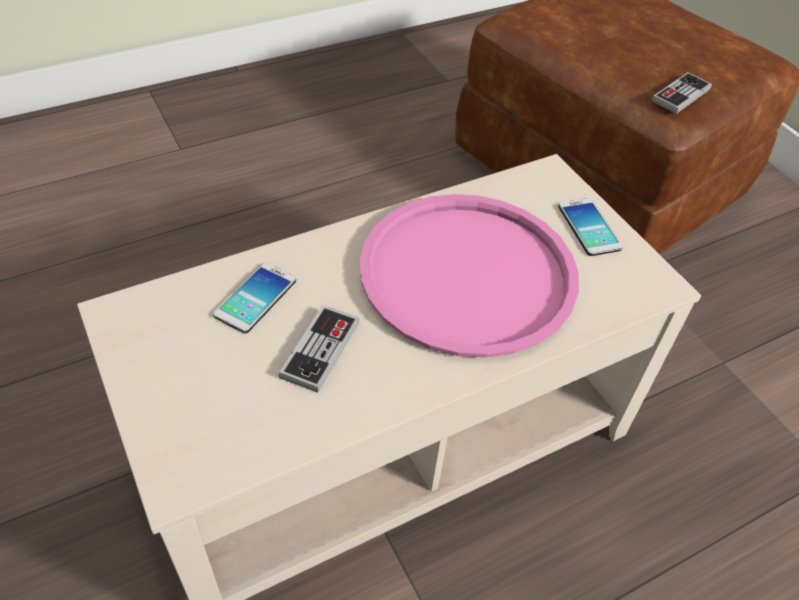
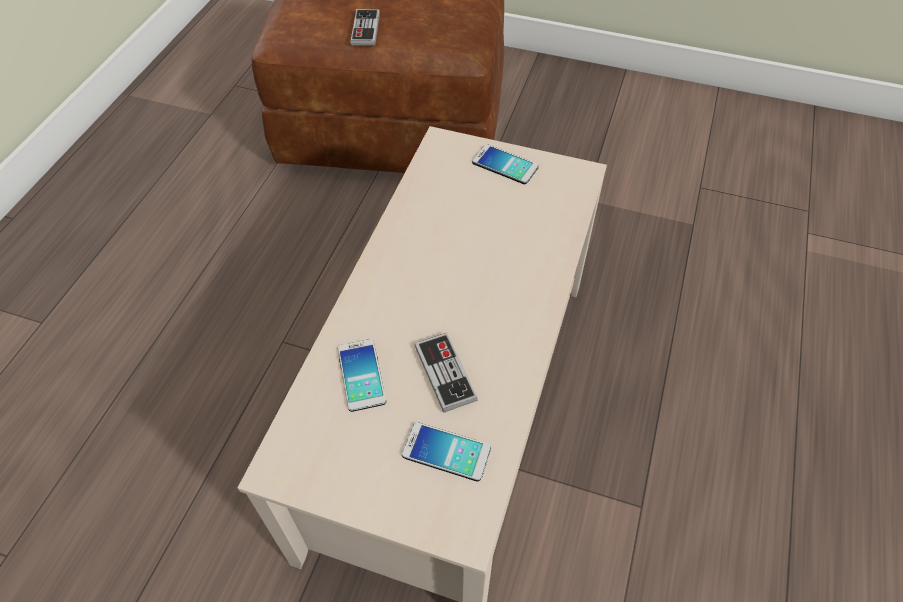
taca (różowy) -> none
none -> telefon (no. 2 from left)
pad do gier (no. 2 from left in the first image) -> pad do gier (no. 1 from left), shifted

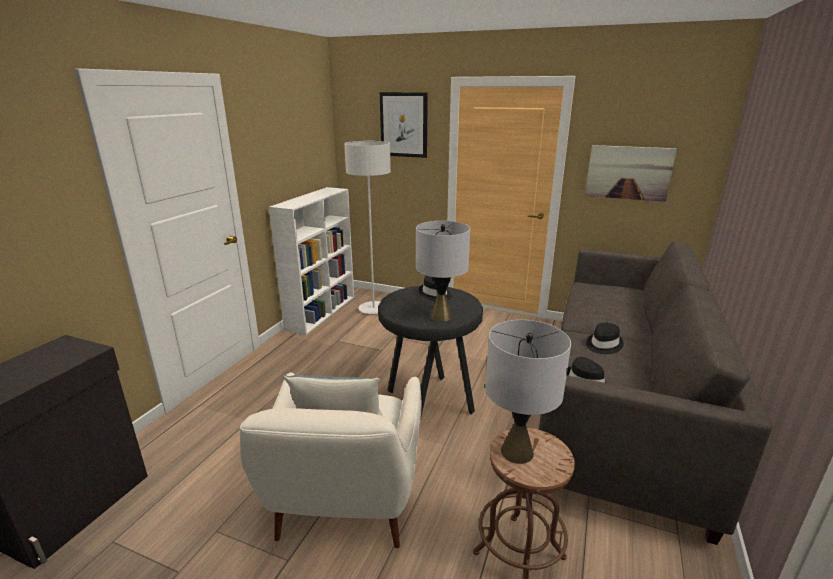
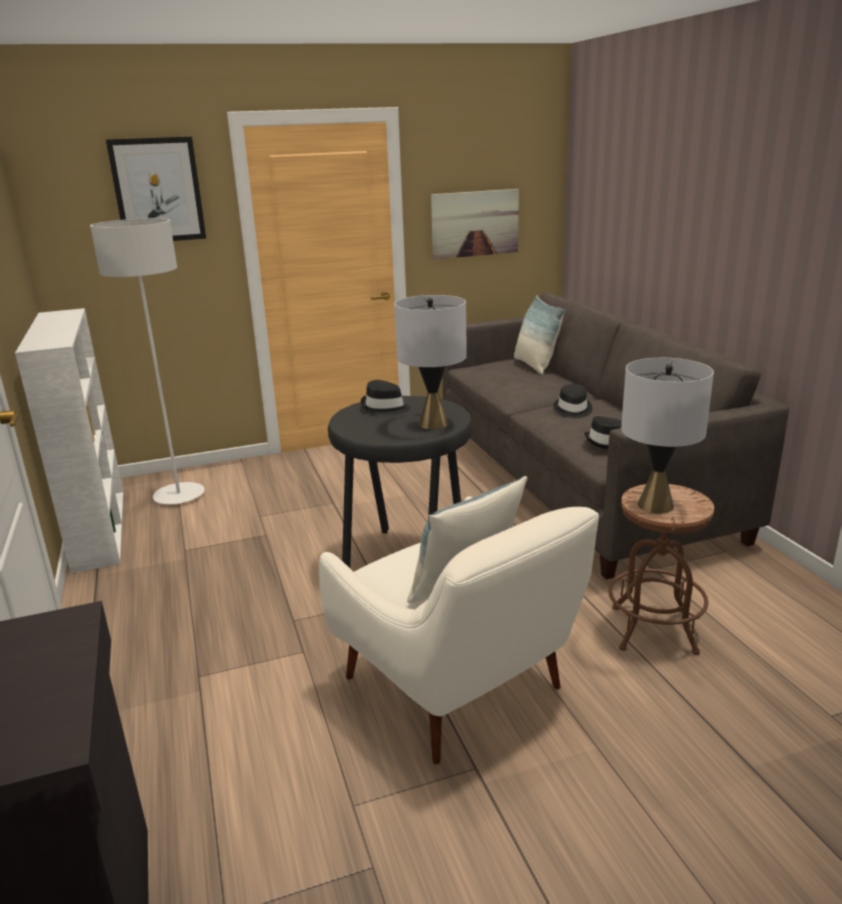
none -> poduszka (no. 2 from left)

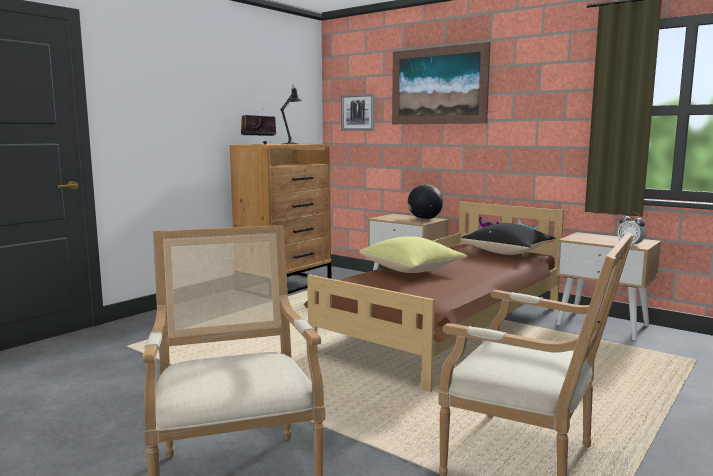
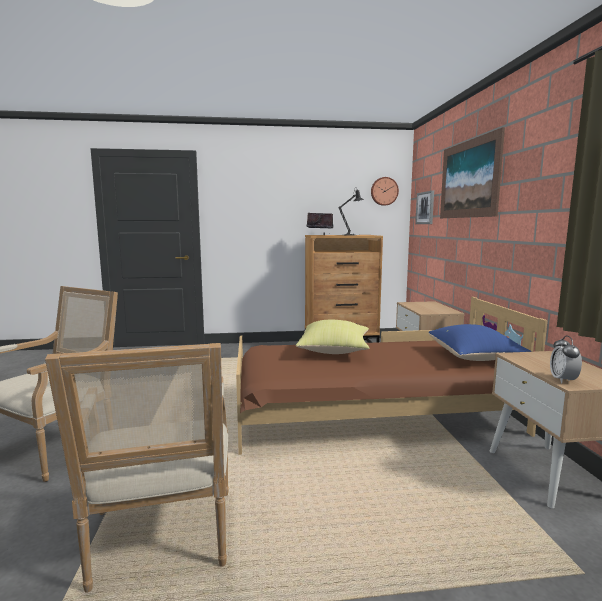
globus -> none
none -> zegar ścienny
poduszka (czarny) -> poduszka (niebieski)

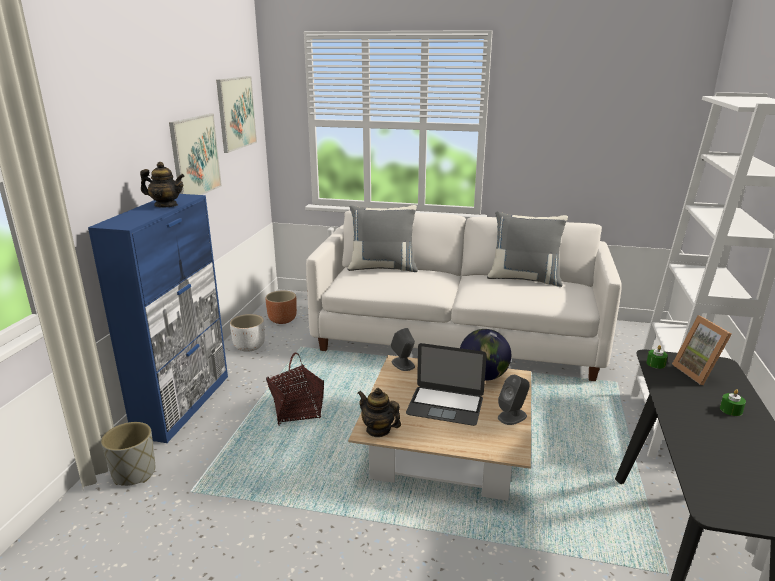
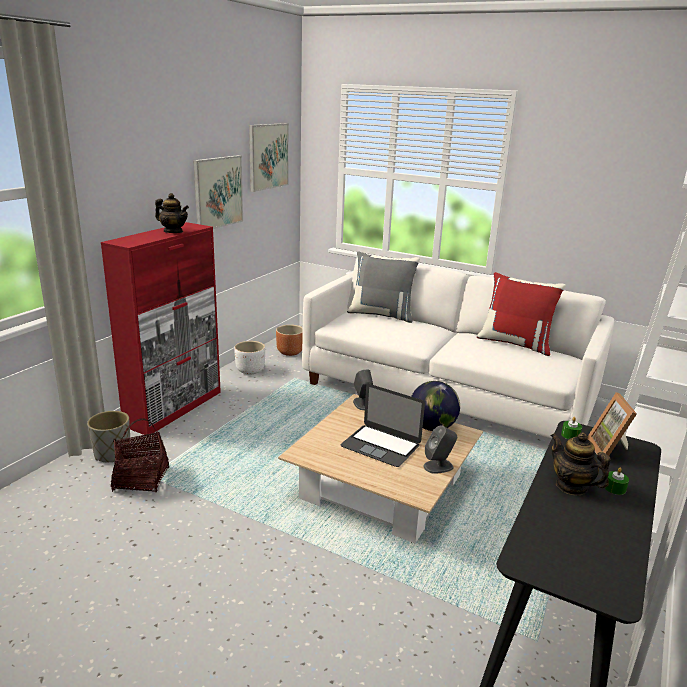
koszyk, shifted
imbryk (no. 2 from left), shifted
szafka (niebieski) -> szafka (czerwony)
poduszka (szary) (no. 2 from left) -> poduszka (czerwony)

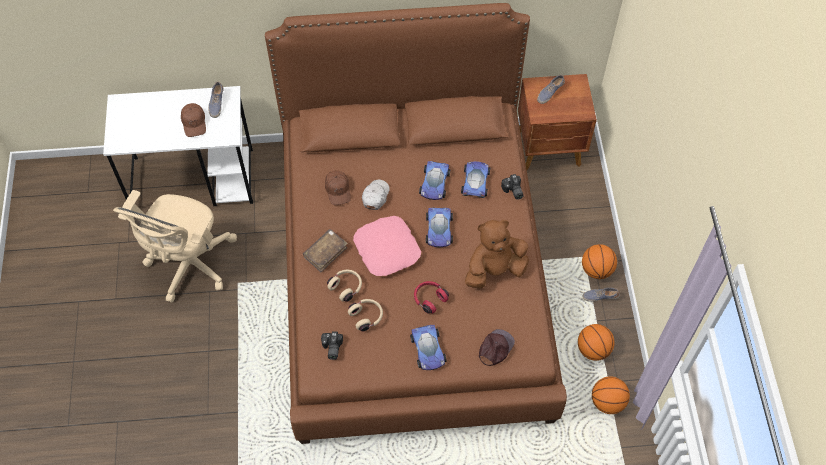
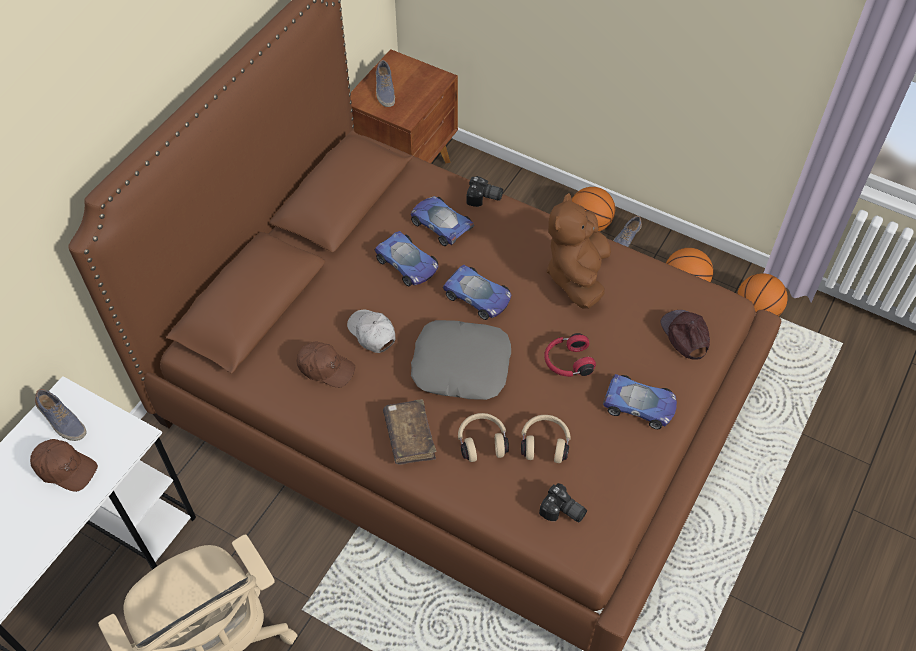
poduszka (różowy) -> poduszka (szary)

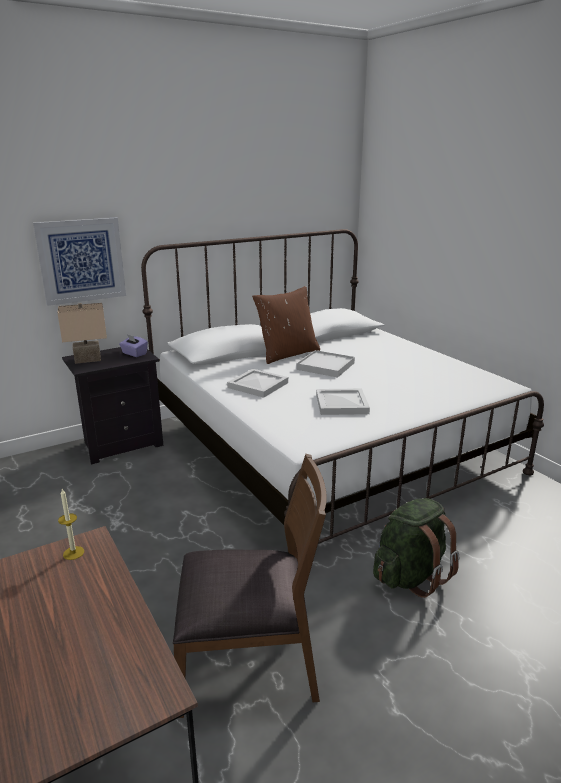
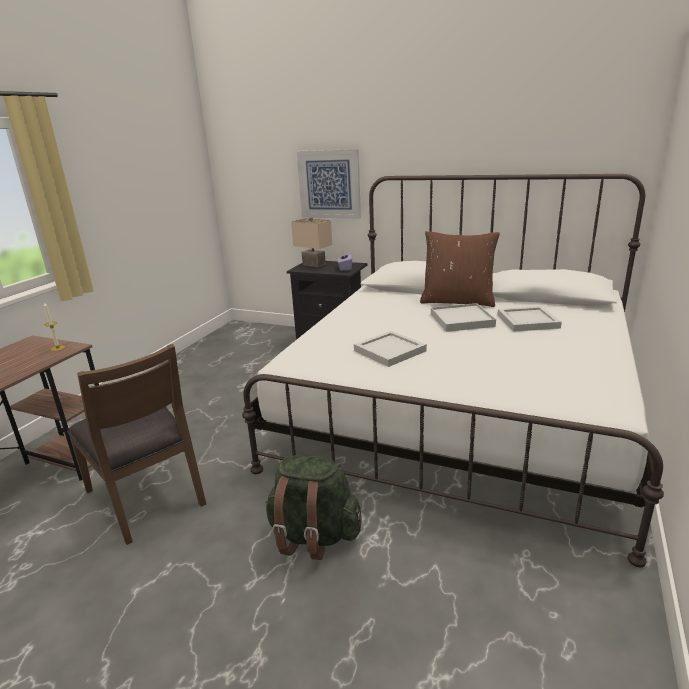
taca (biały) (no. 1 from left in the first image) -> taca (biały) (no. 3 from left), shifted

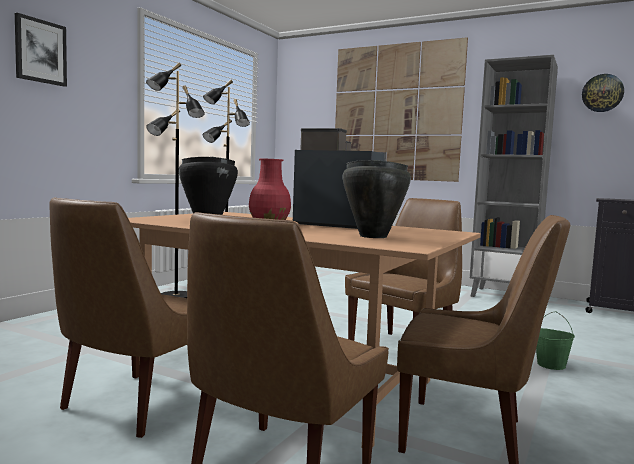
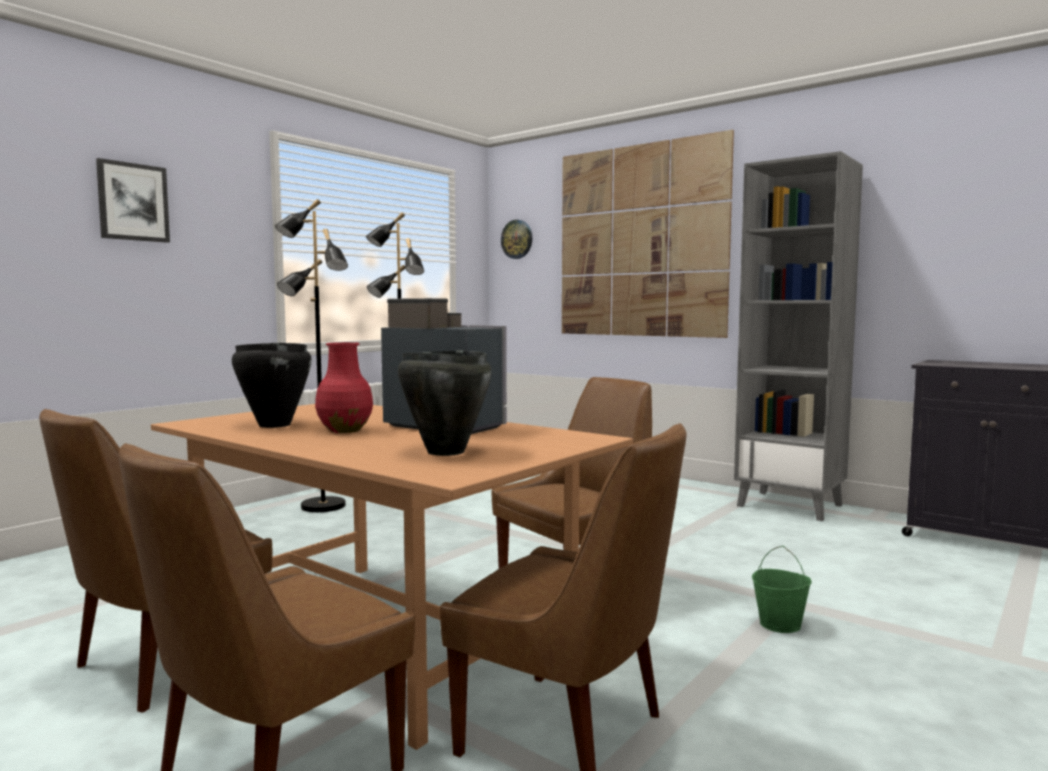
zegar ścienny, shifted

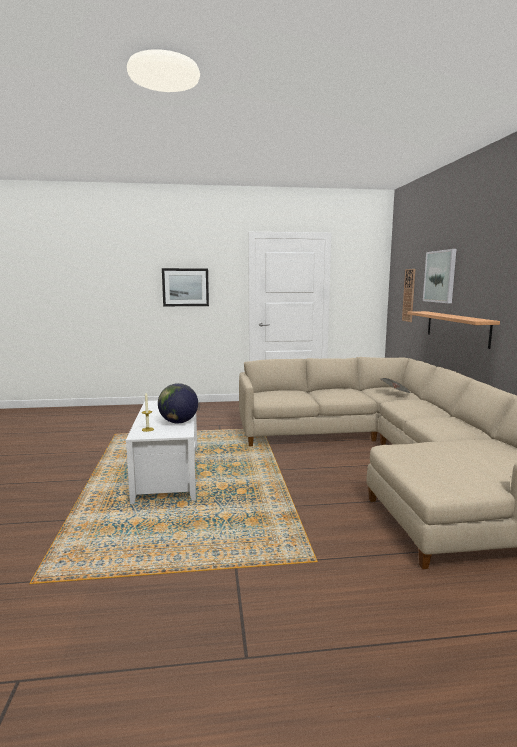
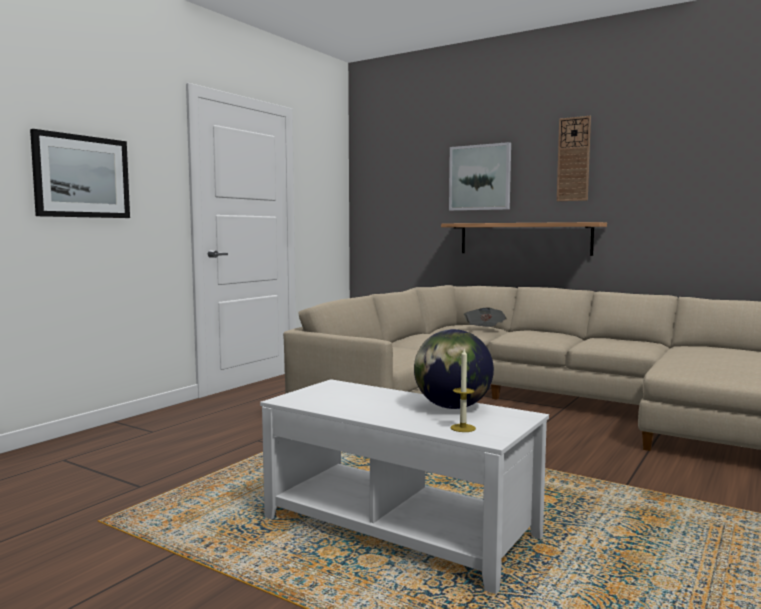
zegar ścienny, shifted

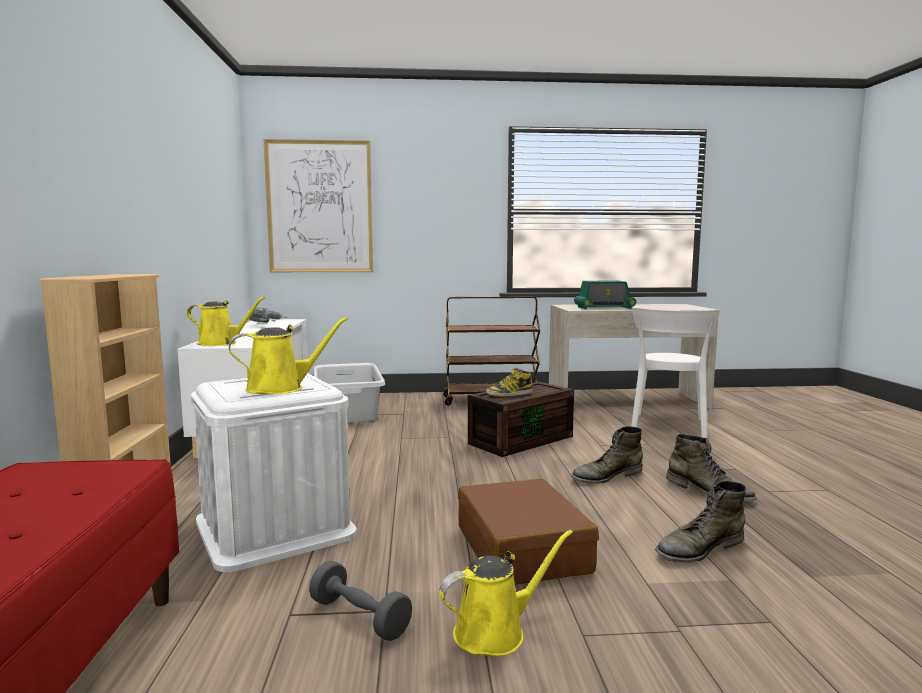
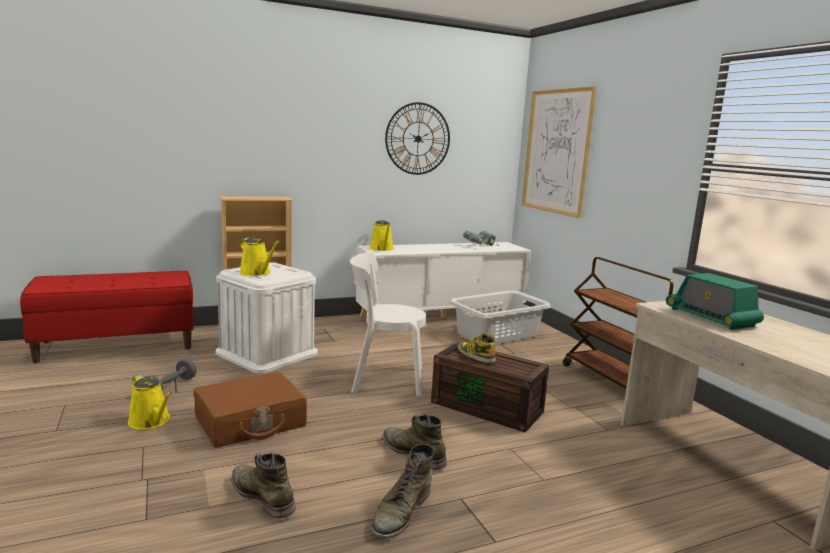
none -> zegar ścienny
krzesło (biały), shifted

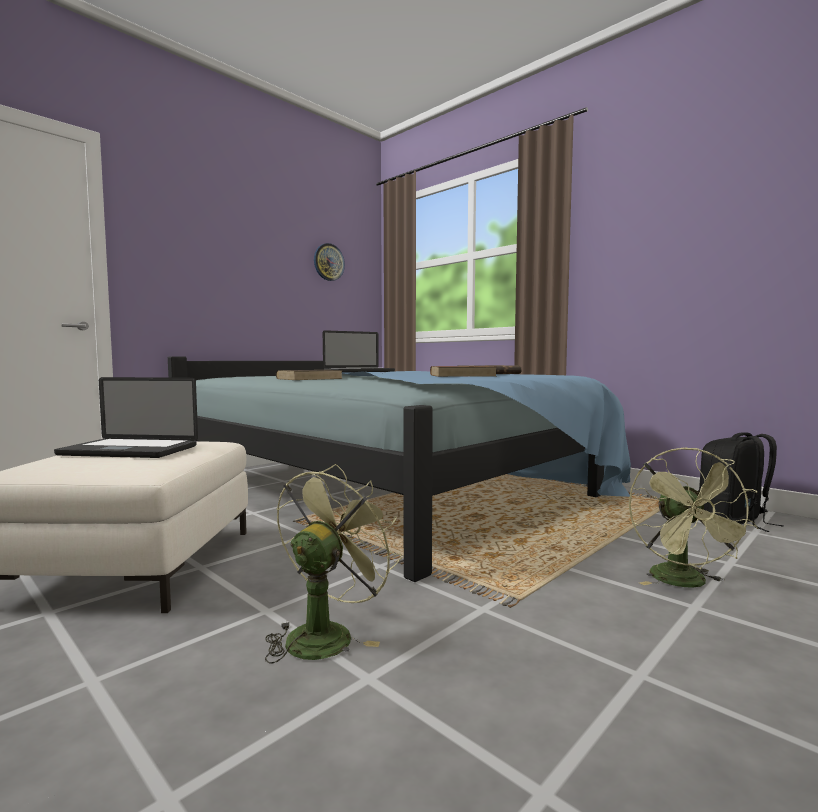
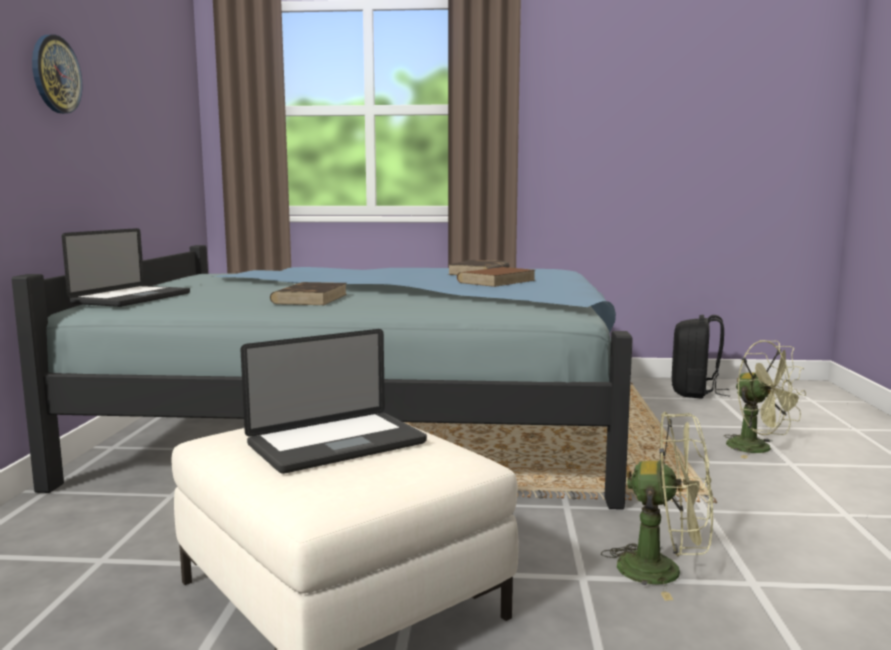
zegar ścienny, shifted
laptop (no. 2 from left in the first image) -> laptop (no. 1 from left), shifted
wentylator (zielony) (no. 1 from left), 120 degrees clockwise

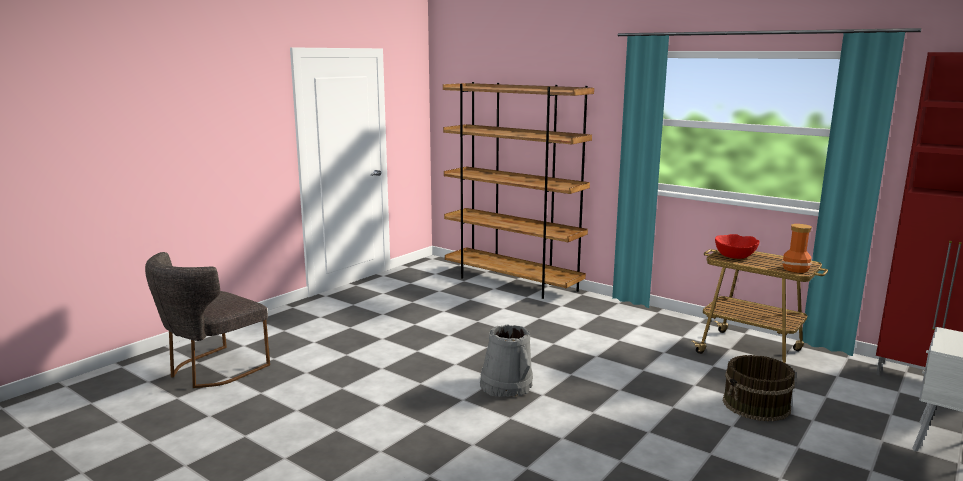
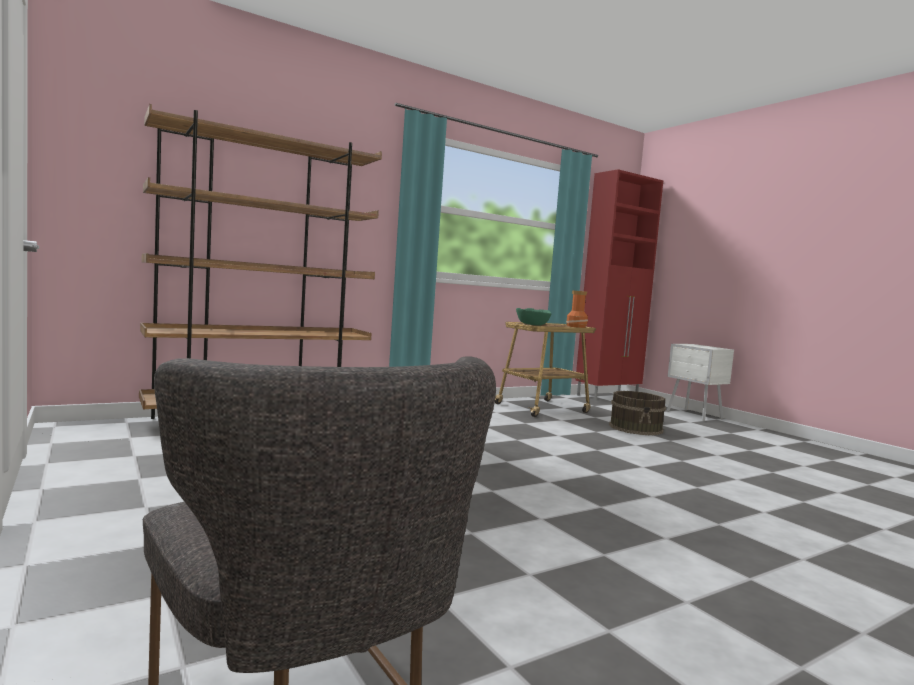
wiadro (szary) -> none
miska (czerwony) -> miska (zielony)

